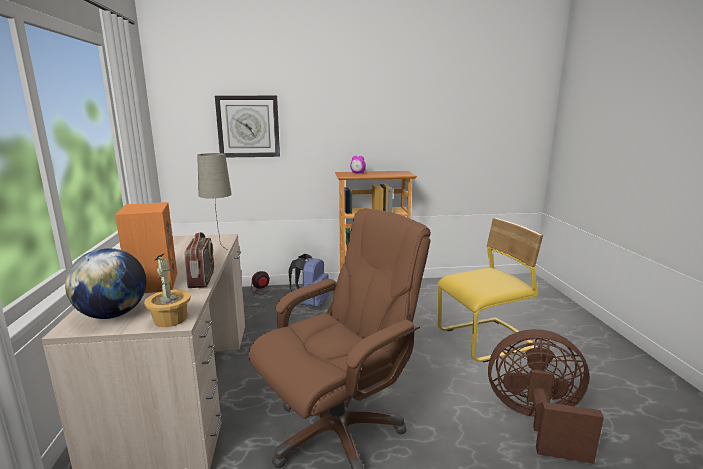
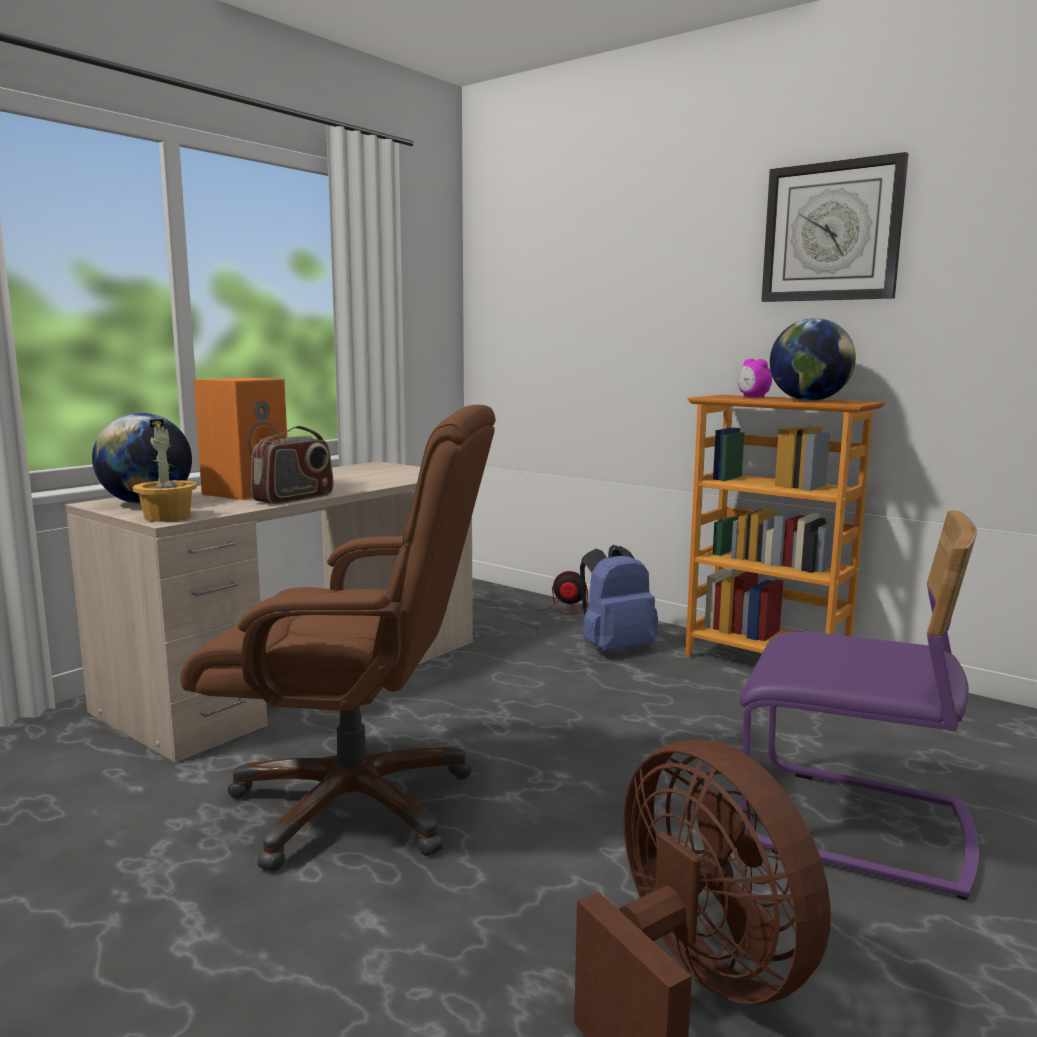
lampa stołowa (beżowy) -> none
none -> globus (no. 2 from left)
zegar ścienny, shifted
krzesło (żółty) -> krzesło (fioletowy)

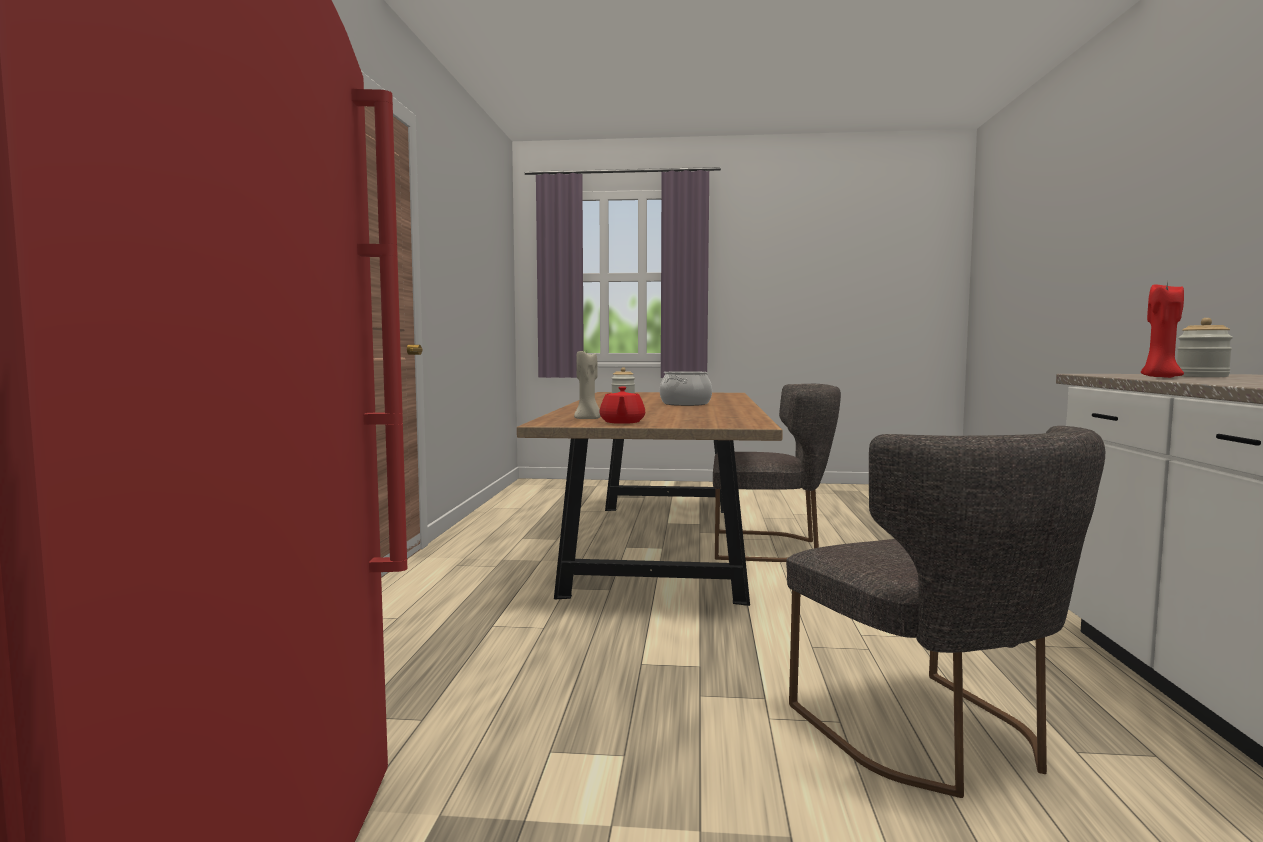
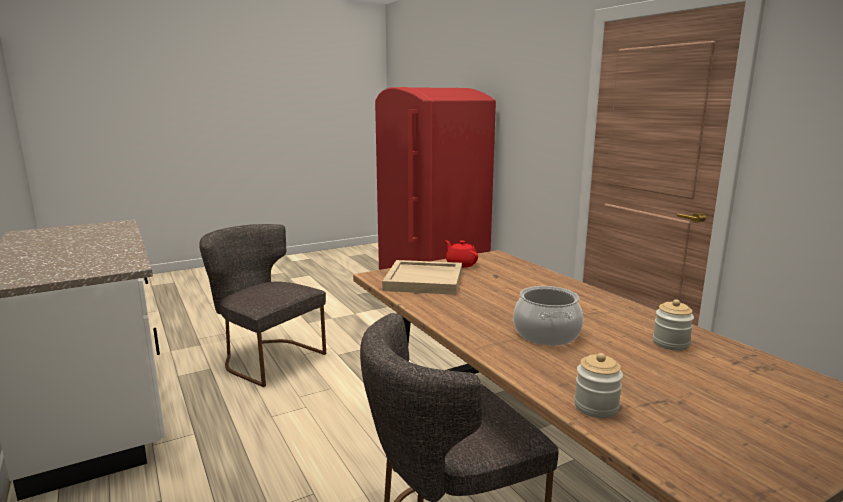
świeca (beżowy) -> none
świeca (czerwony) -> none
none -> taca (beżowy)
słoik (no. 2 from left in the first image) -> słoik (no. 1 from left), shifted

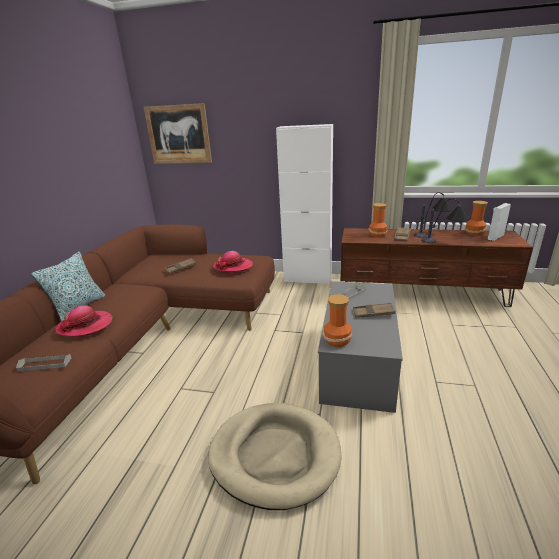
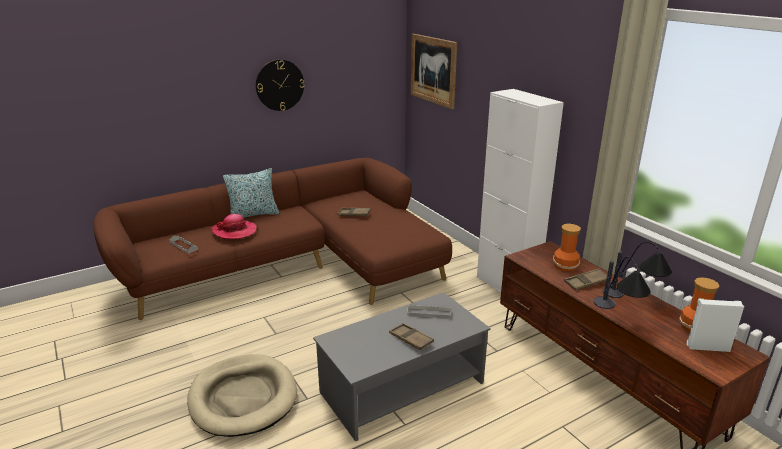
kapelusz (no. 2 from left) -> none
wazon (no. 1 from left) -> none
none -> zegar ścienny

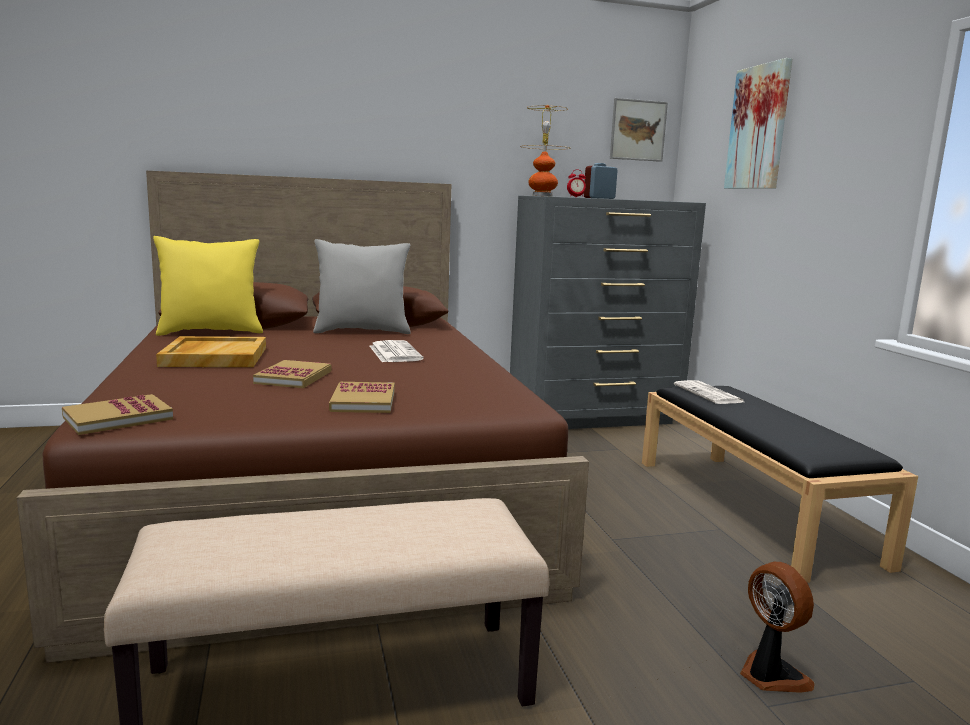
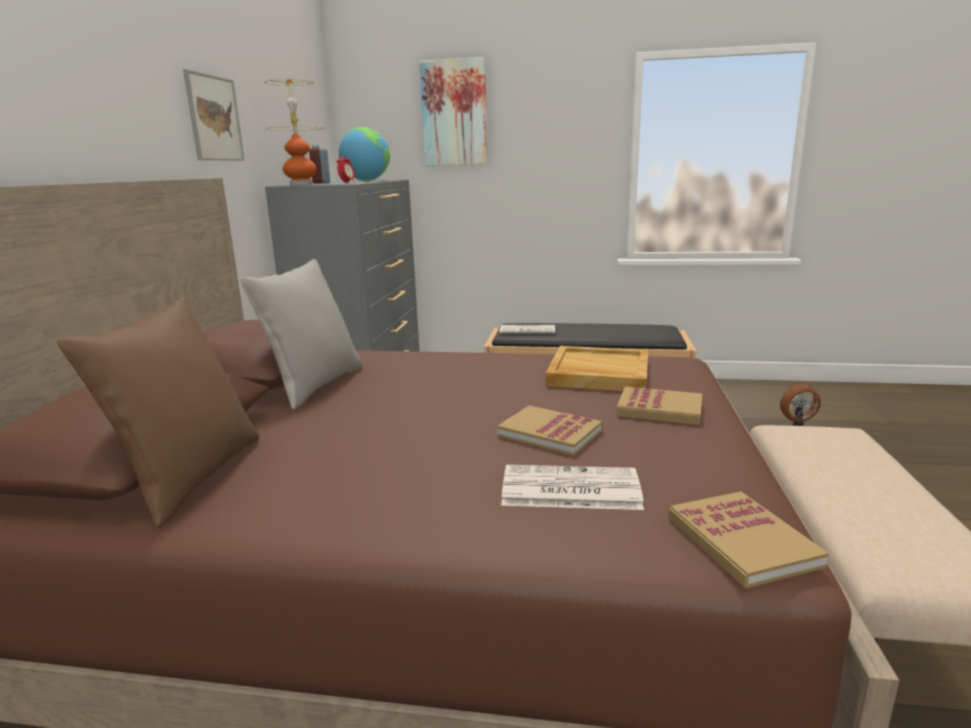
none -> globus
taca (beżowy), shifted
gazeta (no. 1 from left in the first image) -> gazeta (no. 2 from left), shifted
obraz (no. 1 from left), shifted
poduszka (żółty) -> poduszka (brązowy)

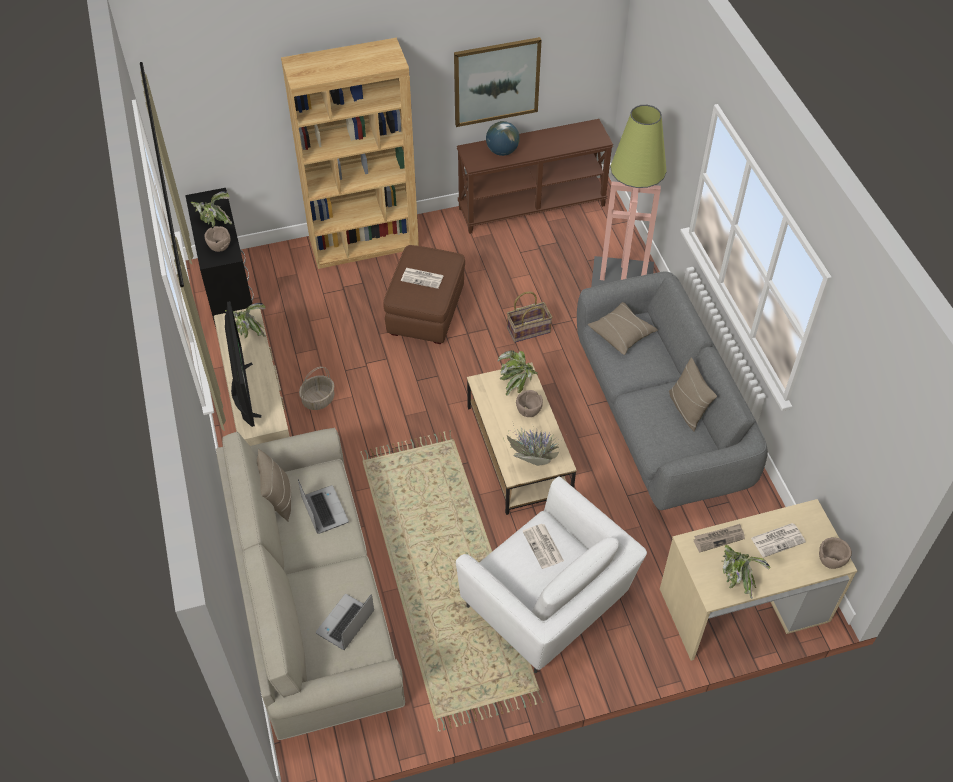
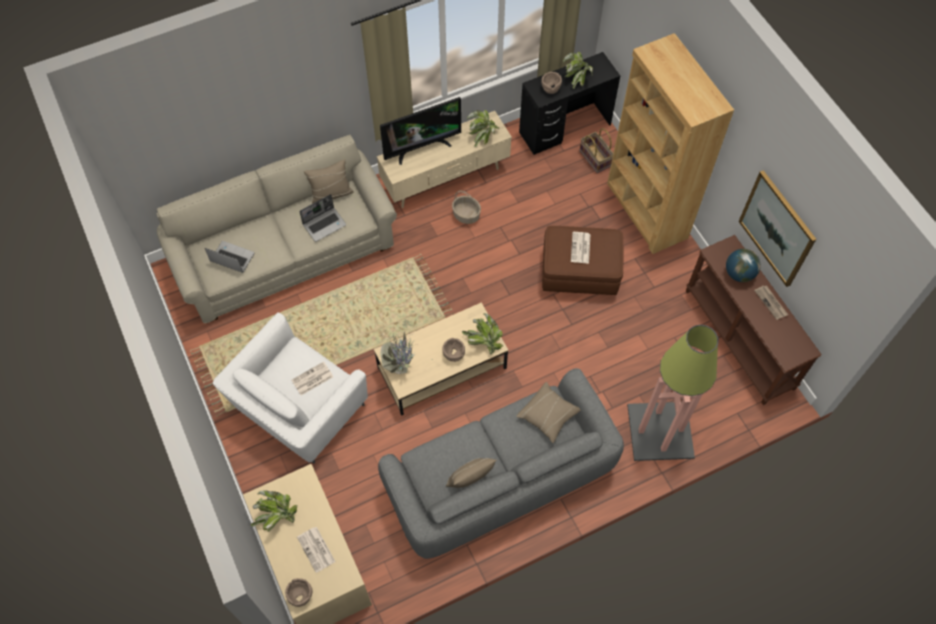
koszyk (no. 2 from left), shifted
gazeta (no. 3 from left in the first image) -> gazeta (no. 4 from left), shifted

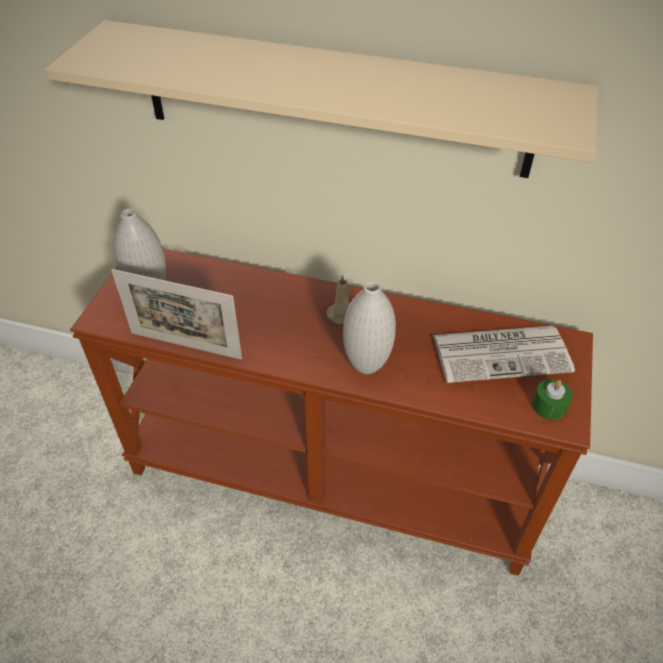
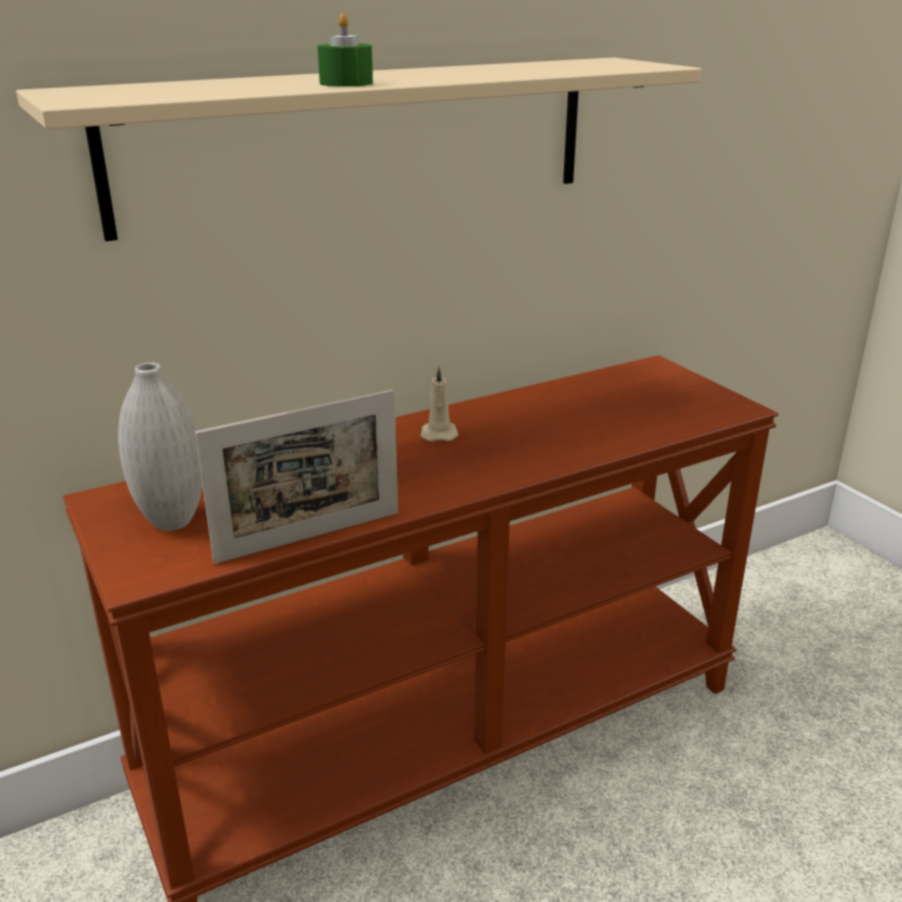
wazon (biały) (no. 2 from left) -> none
gazeta -> none
świeca (zielony), shifted

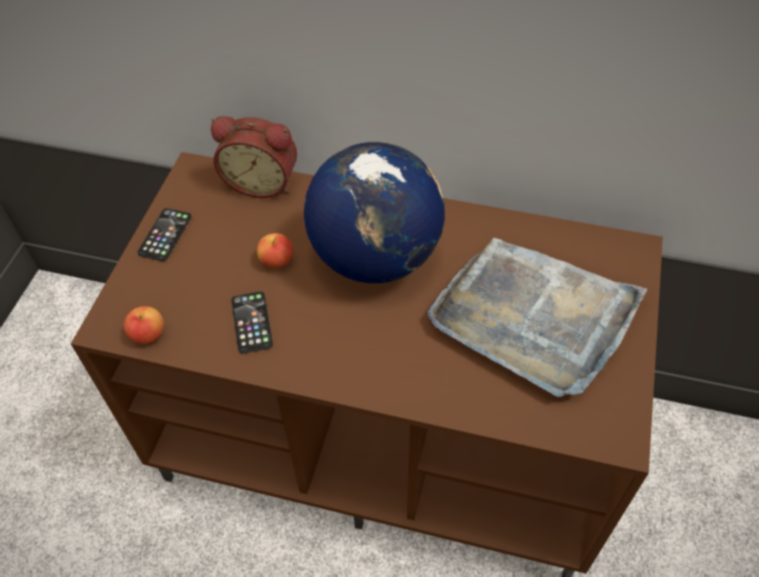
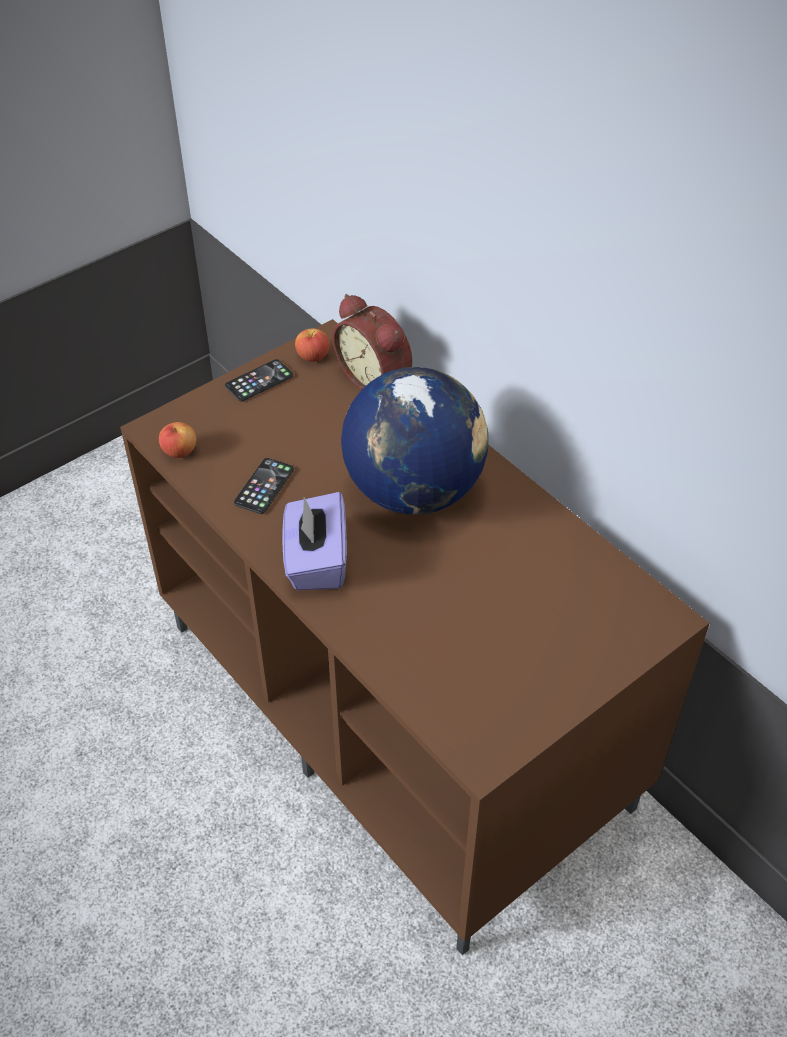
taca (szary) -> none
none -> pudełko chusteczek (fioletowy)
jabłko (no. 2 from left), shifted

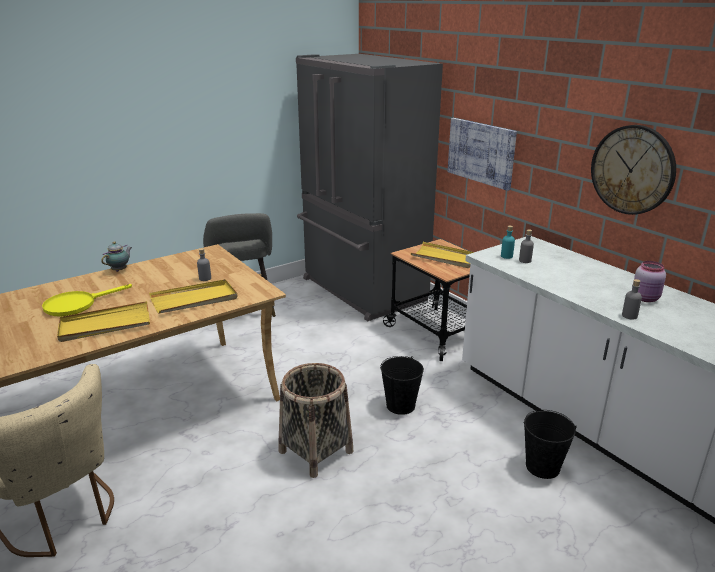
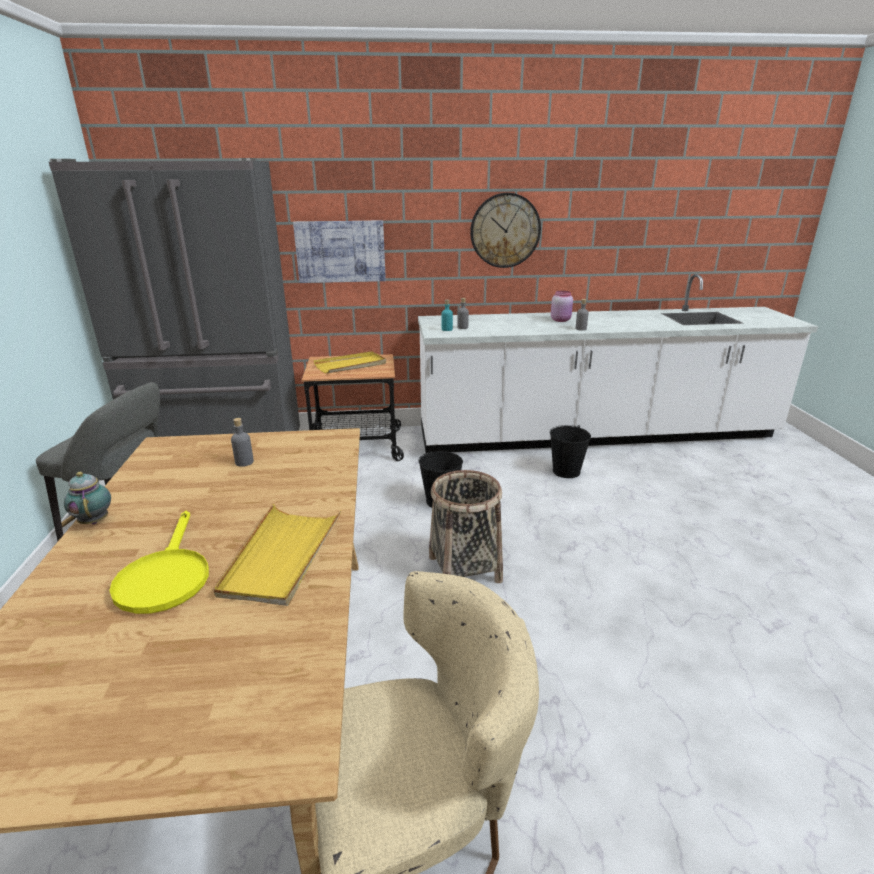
taca (żółty) (no. 2 from left) -> none

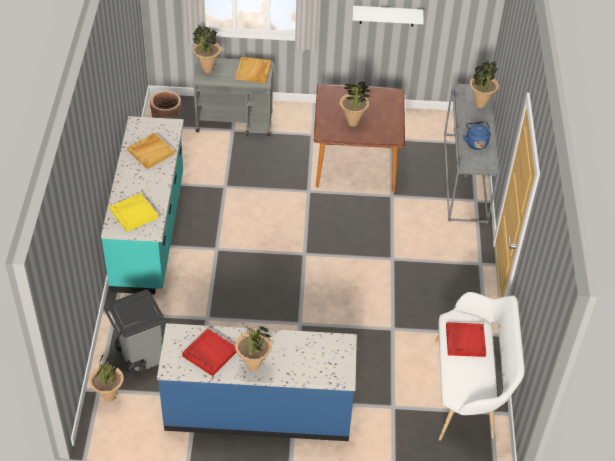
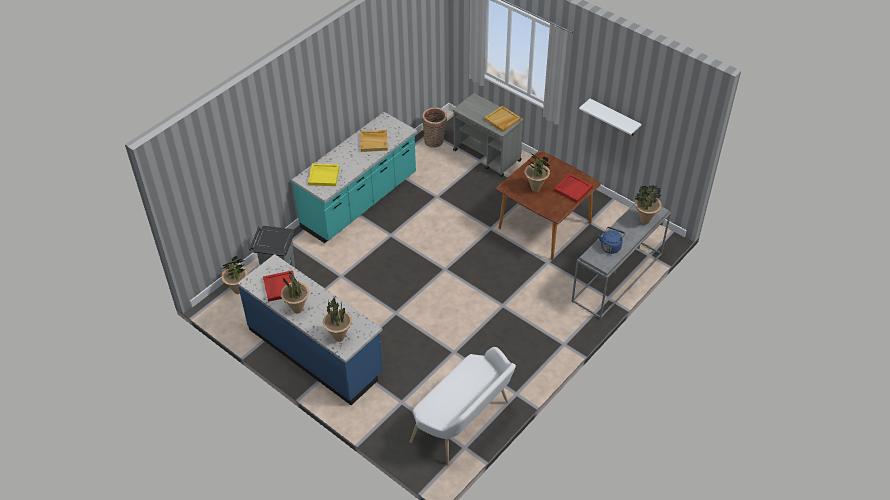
roślina doniczkowa (no. 2 from left in the first image) -> roślina doniczkowa (no. 3 from left), shifted
taca (czerwony) (no. 2 from left), shifted

